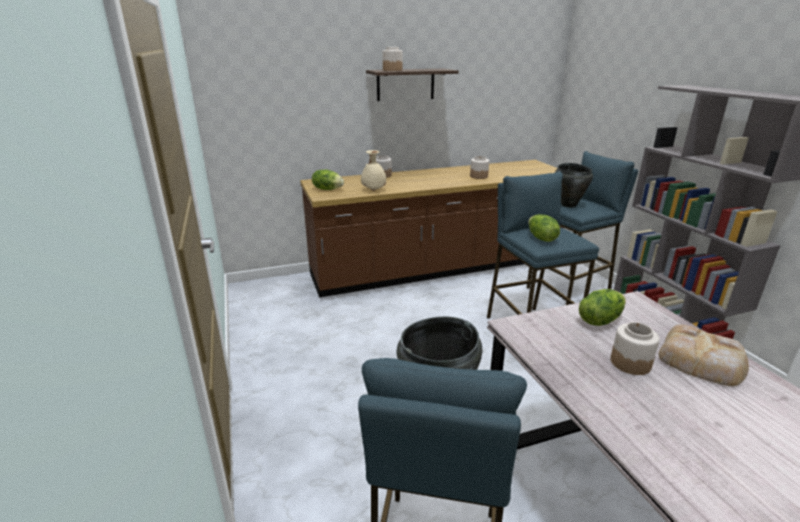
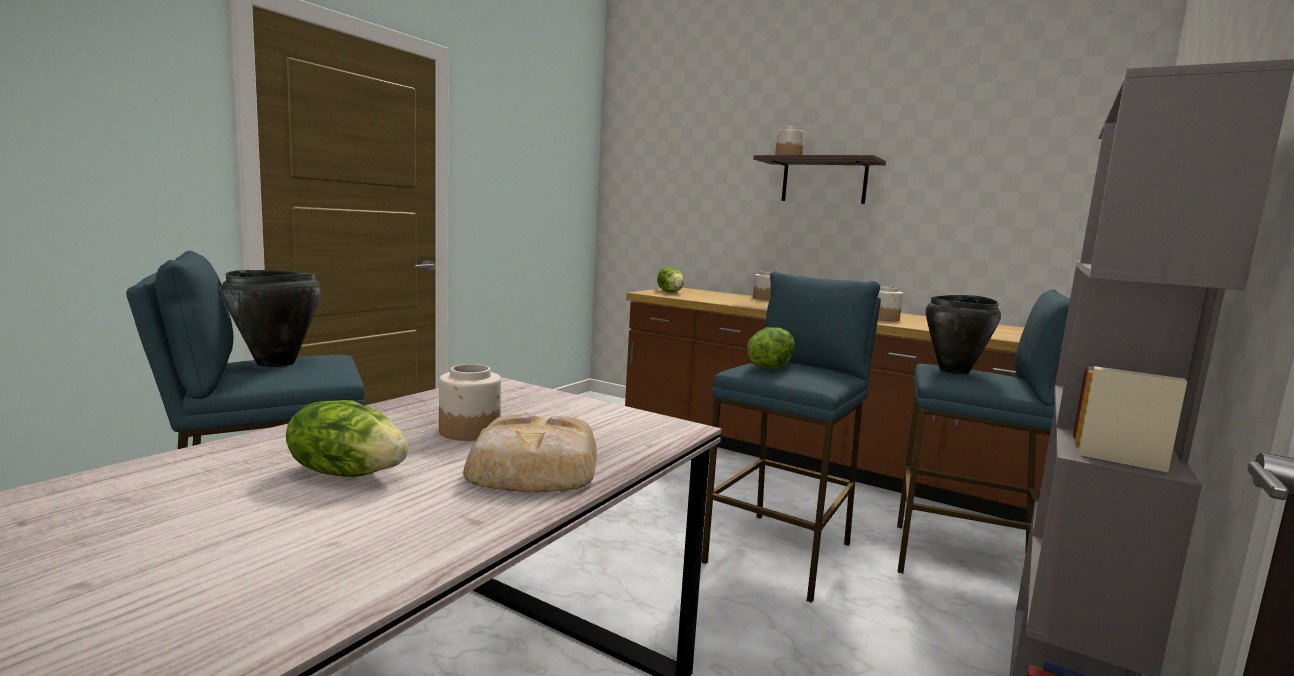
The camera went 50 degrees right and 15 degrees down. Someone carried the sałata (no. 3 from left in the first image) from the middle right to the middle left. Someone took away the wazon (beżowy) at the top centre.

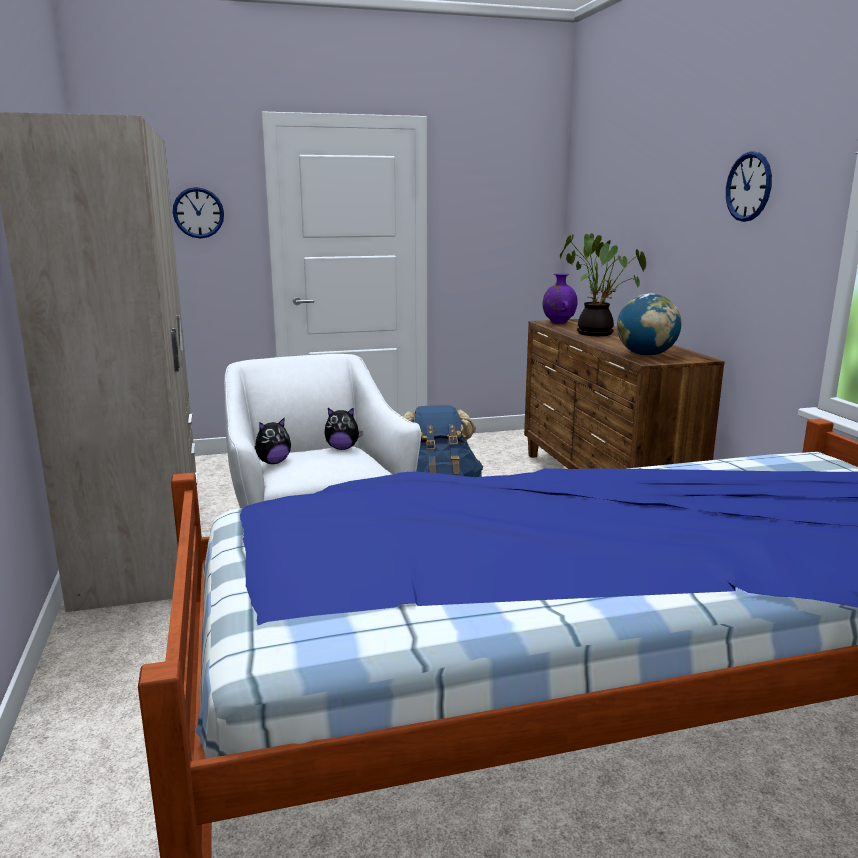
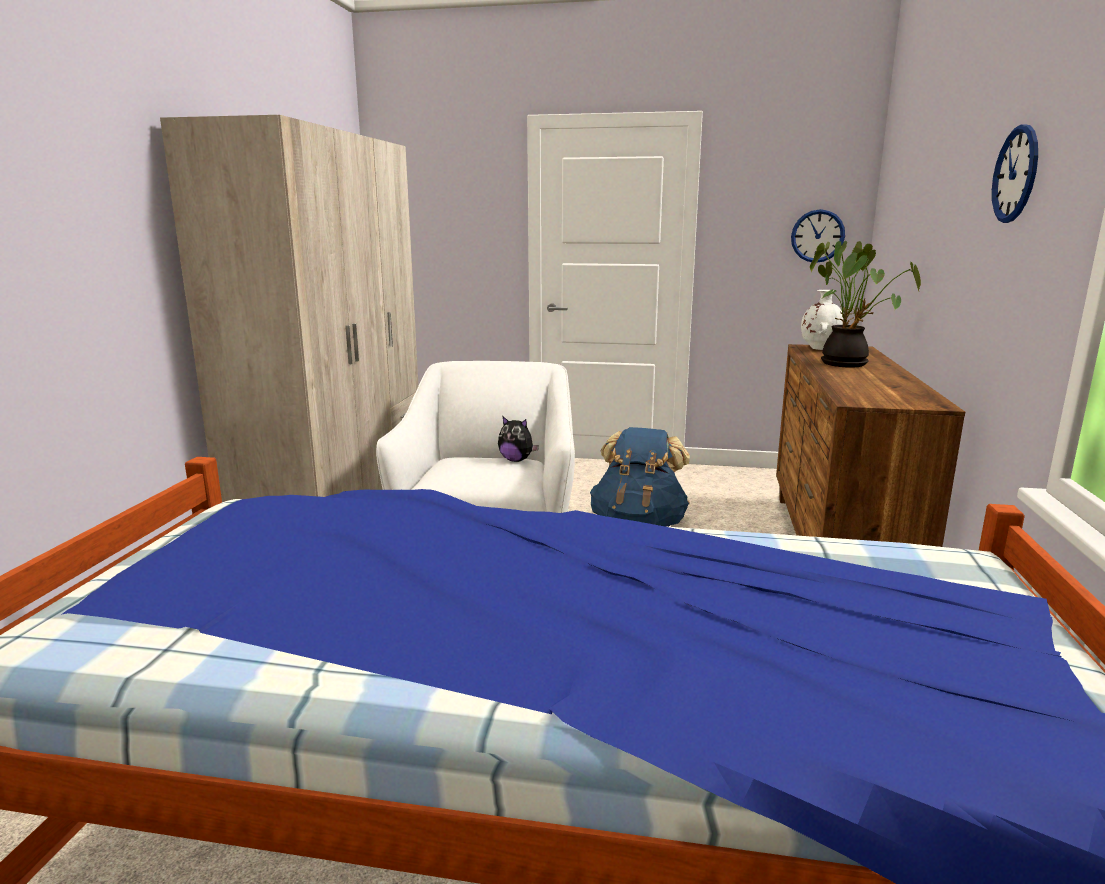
The camera went 25 degrees right and 0 degrees up. Someone carried the zegar ścienny (no. 1 from left) from the top left to the top right. Someone repainted the wazon (fioletowy) at the centre, which became the wazon (biały) at the middle right. Someone took away the pluszak (no. 1 from left) at the middle left. Someone took away the globus at the middle right.

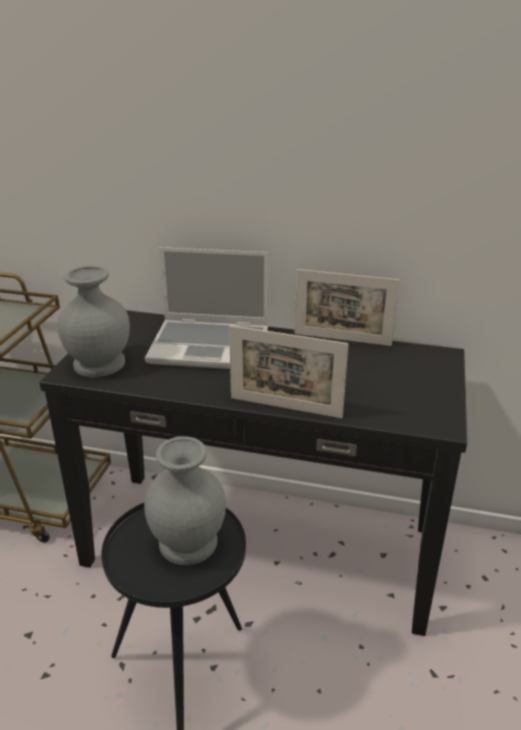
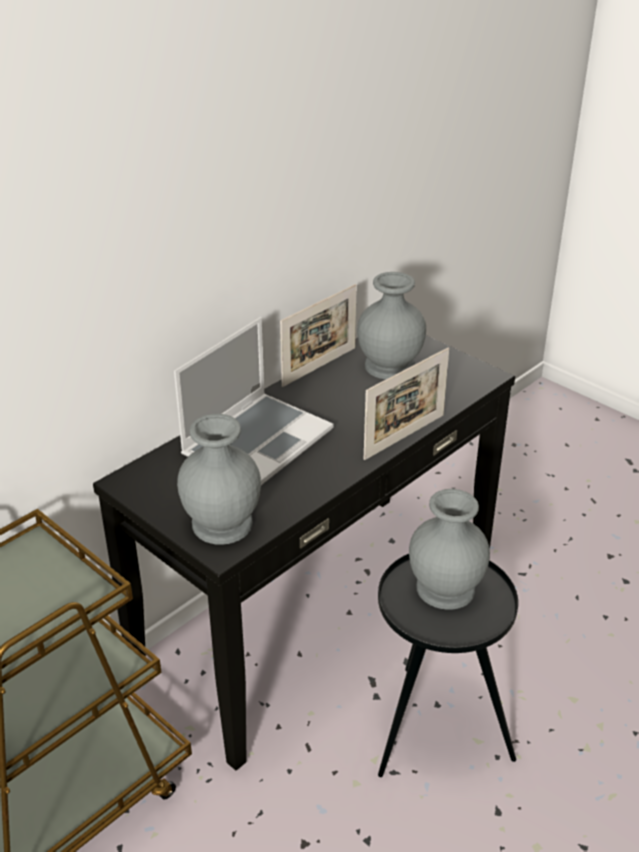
The camera went 60 degrees left and 5 degrees up. Someone put down the wazon (szary) (no. 2 from left) at the centre.

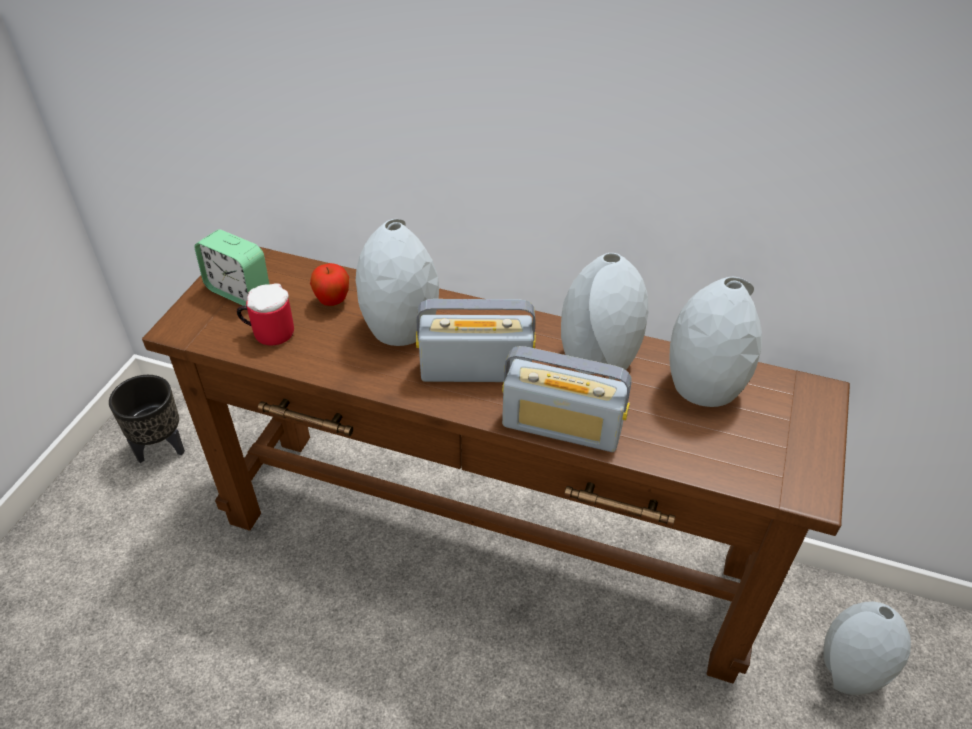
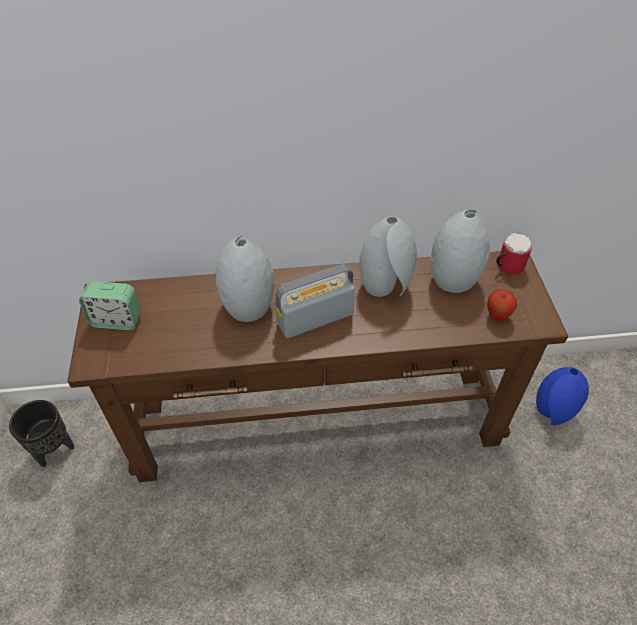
The camera went 25 degrees left and 5 degrees up. Someone carried the jabłko from the centre to the middle right. Someone carried the kubek from the middle left to the middle right. Someone repainted the wazon (szary) (no. 4 from left) at the bottom right, which became the wazon (niebieski) at the middle right. Someone took away the radio (no. 2 from left) at the centre.

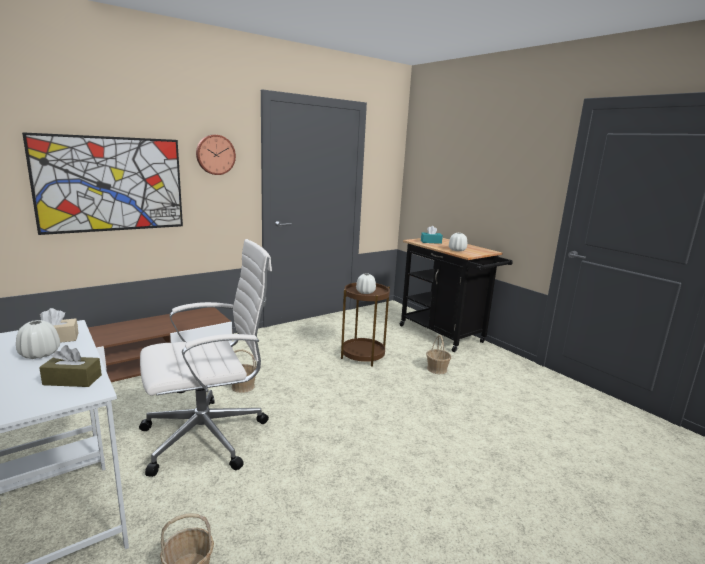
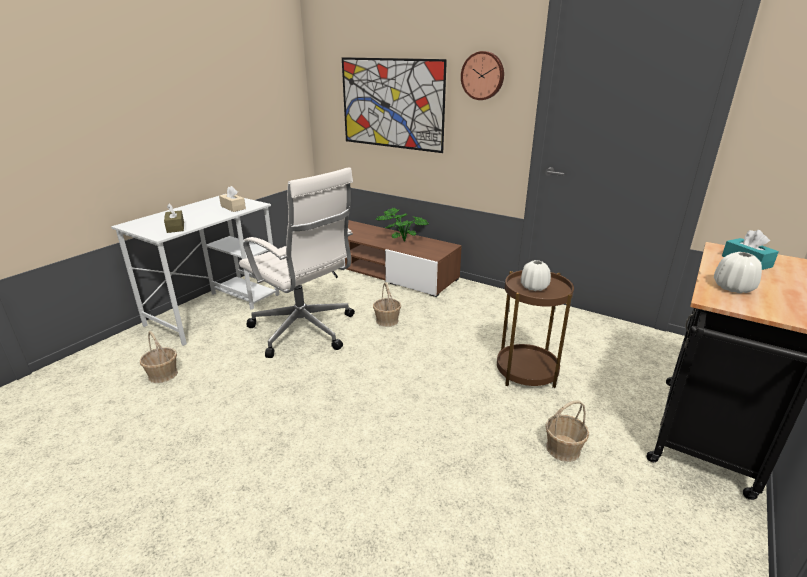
The camera went 70 degrees right and 10 degrees up. Someone put down the roślina doniczkowa at the centre. Someone took away the wazon (biały) (no. 1 from left) at the middle left.

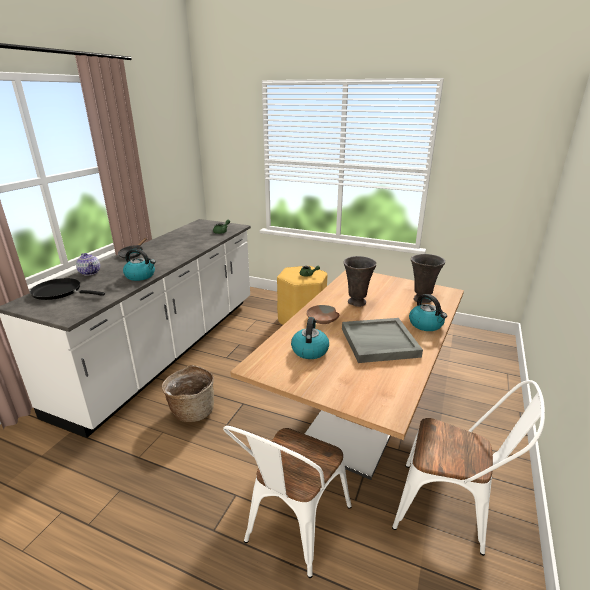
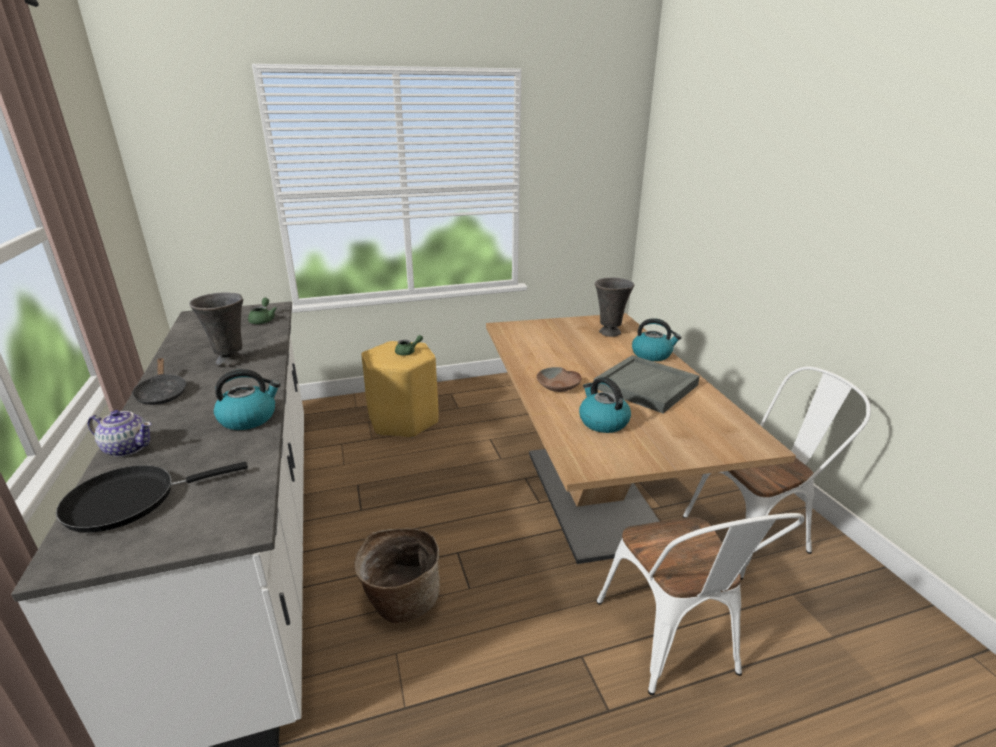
The camera went 40 degrees left and 0 degrees up. Someone carried the wazon (szary) (no. 1 from left) from the centre to the middle left.

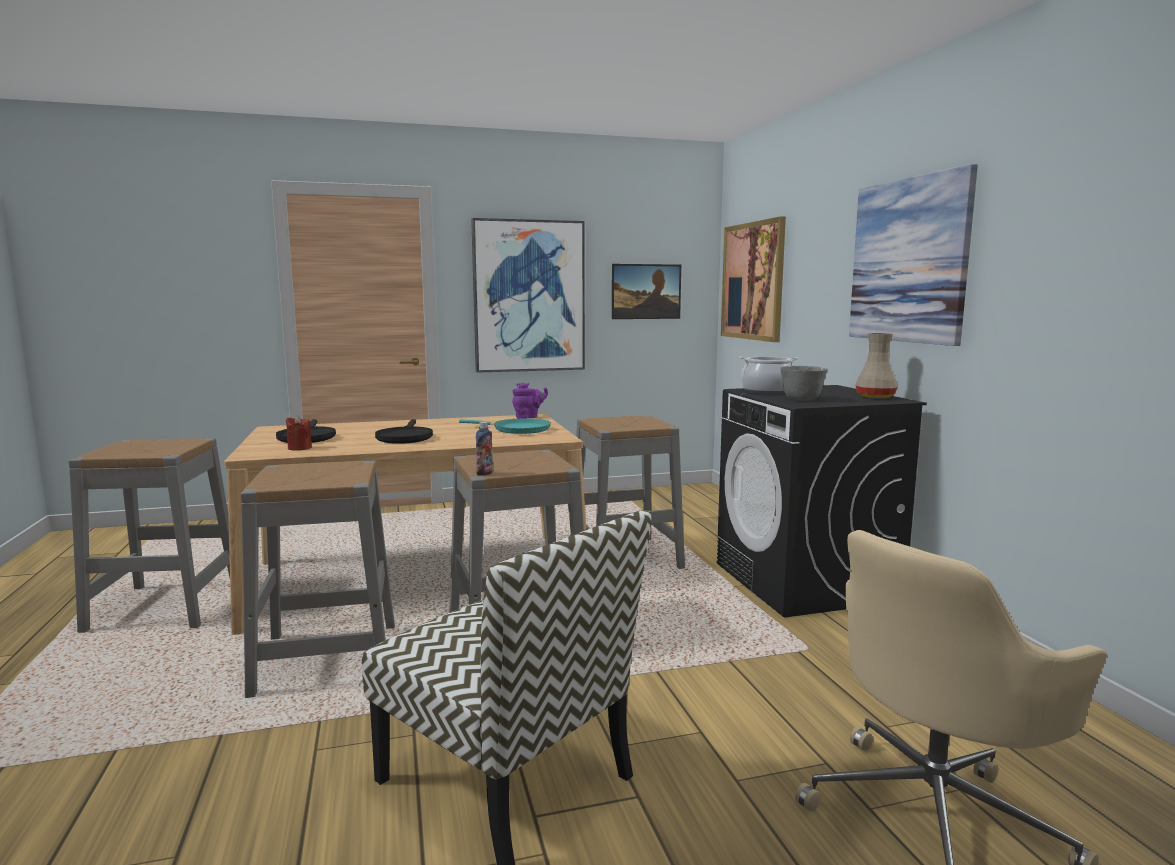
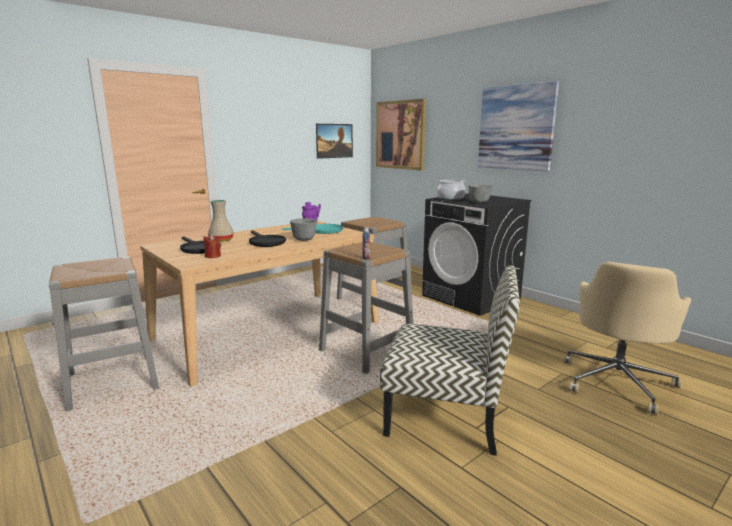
The camera went 25 degrees left and 5 degrees up. Someone carried the wazon (beżowy) from the middle right to the middle left. Someone put down the miska (szary) (no. 1 from left) at the centre. Someone took away the stołek (szary) (no. 2 from left) at the bottom left. Someone took away the obraz (no. 1 from left) at the centre.

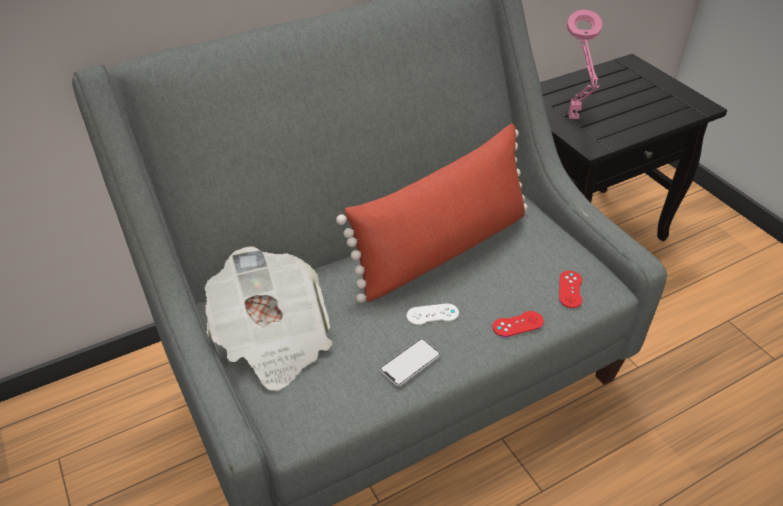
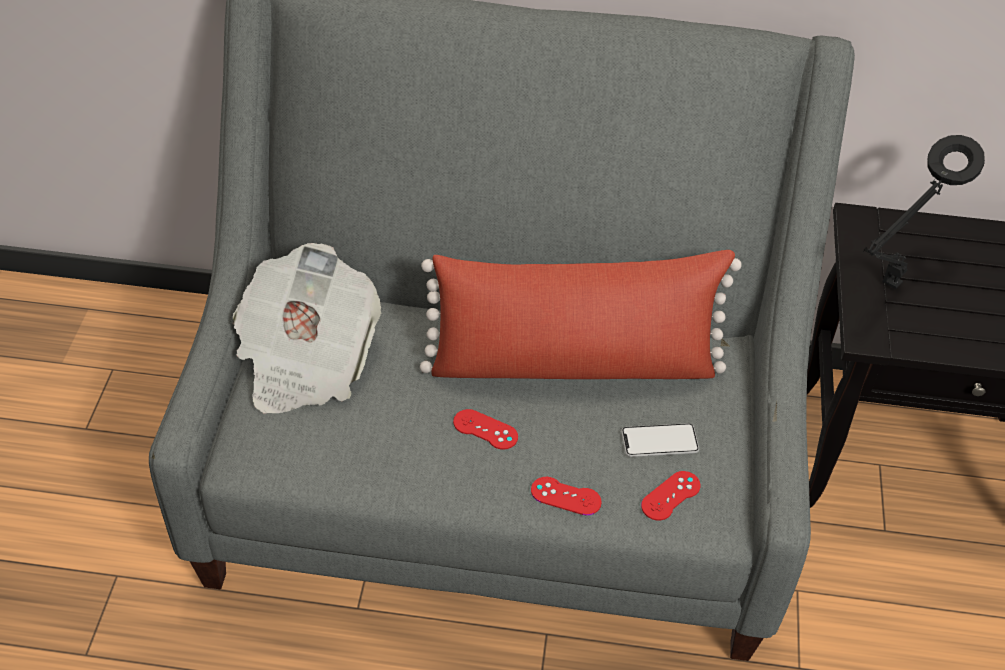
The camera went 35 degrees right and 5 degrees up. Someone repainted the pad do gier (biały) at the centre, which became the pad do gier (czerwony) (no. 1 from left) at the centre. Someone carried the telefon from the bottom centre to the centre. Someone repainted the lampa stołowa (różowy) at the top right, which became the lampa stołowa (czarny) at the top right.

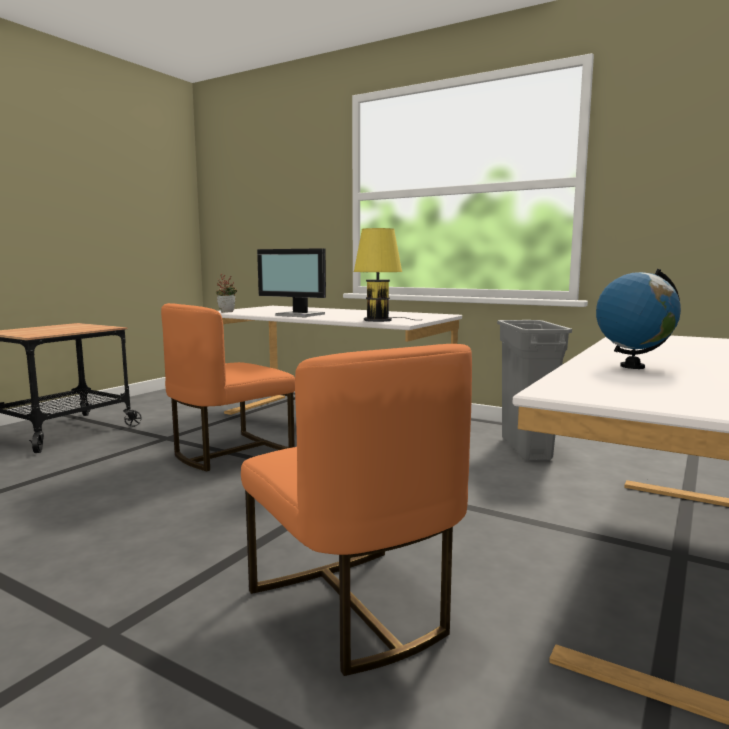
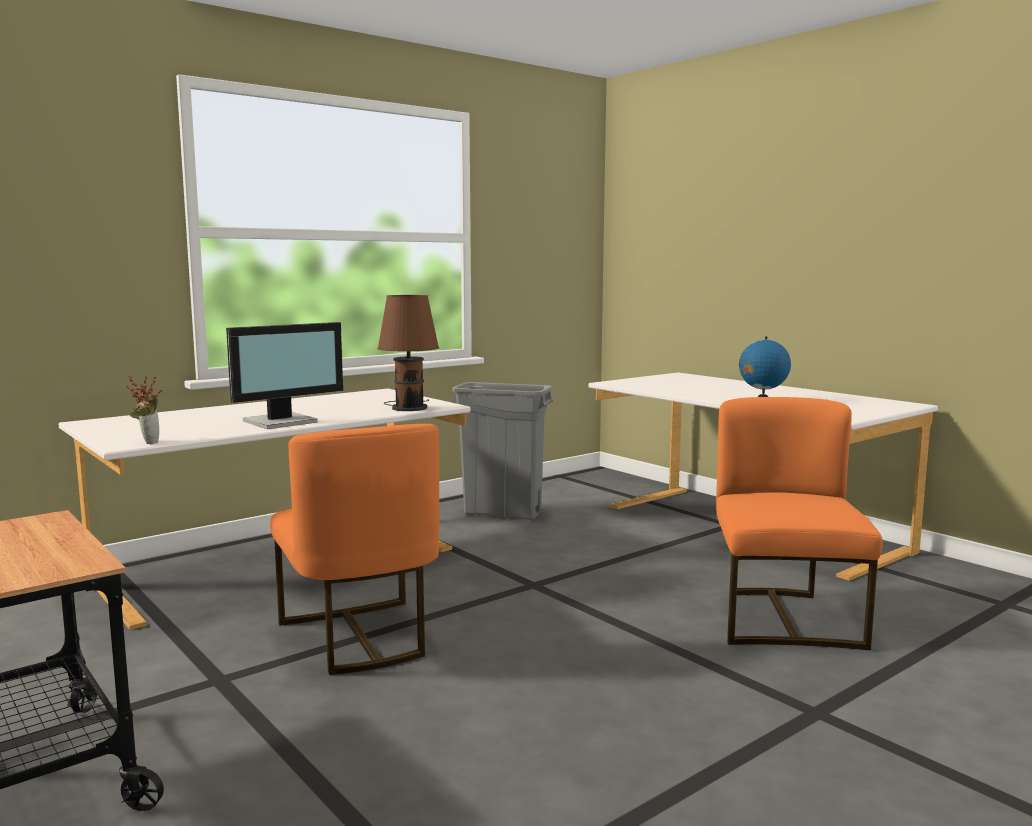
The camera went 70 degrees left and 0 degrees up. Someone repainted the lampa stołowa (żółty) at the centre, which became the lampa stołowa (brązowy) at the centre. Someone rotated the krzesło (pomarańczowy) (no. 2 from left) at the bottom centre by 75 degrees counterclockwise.

